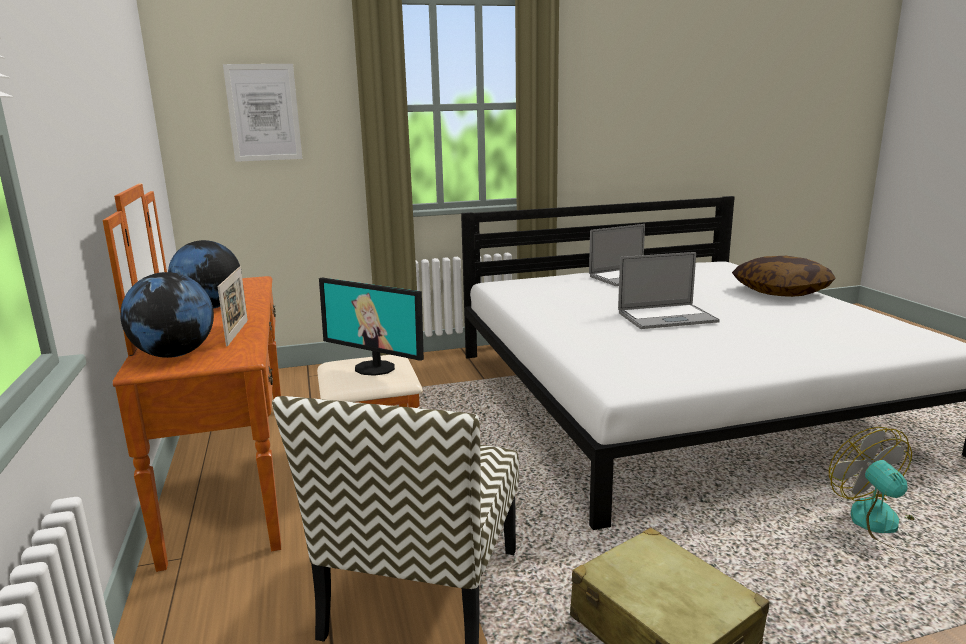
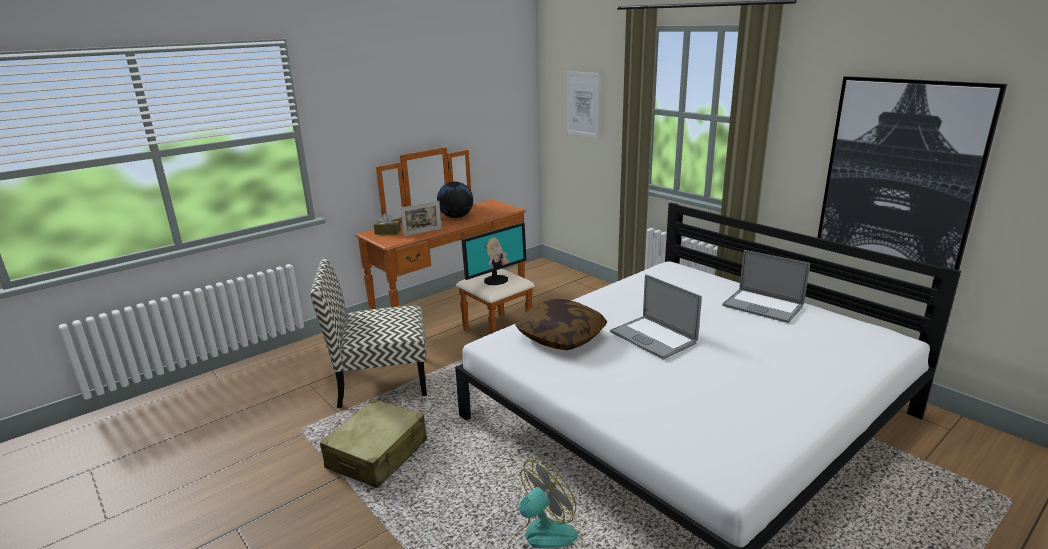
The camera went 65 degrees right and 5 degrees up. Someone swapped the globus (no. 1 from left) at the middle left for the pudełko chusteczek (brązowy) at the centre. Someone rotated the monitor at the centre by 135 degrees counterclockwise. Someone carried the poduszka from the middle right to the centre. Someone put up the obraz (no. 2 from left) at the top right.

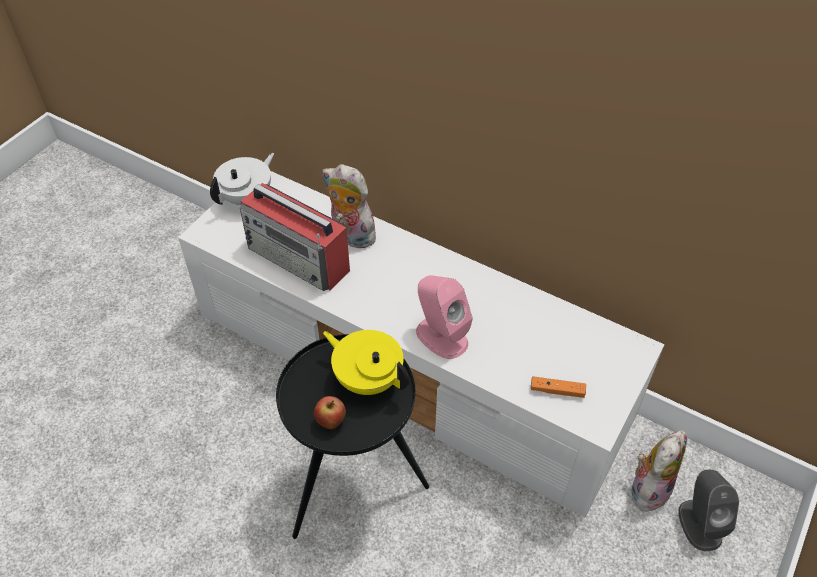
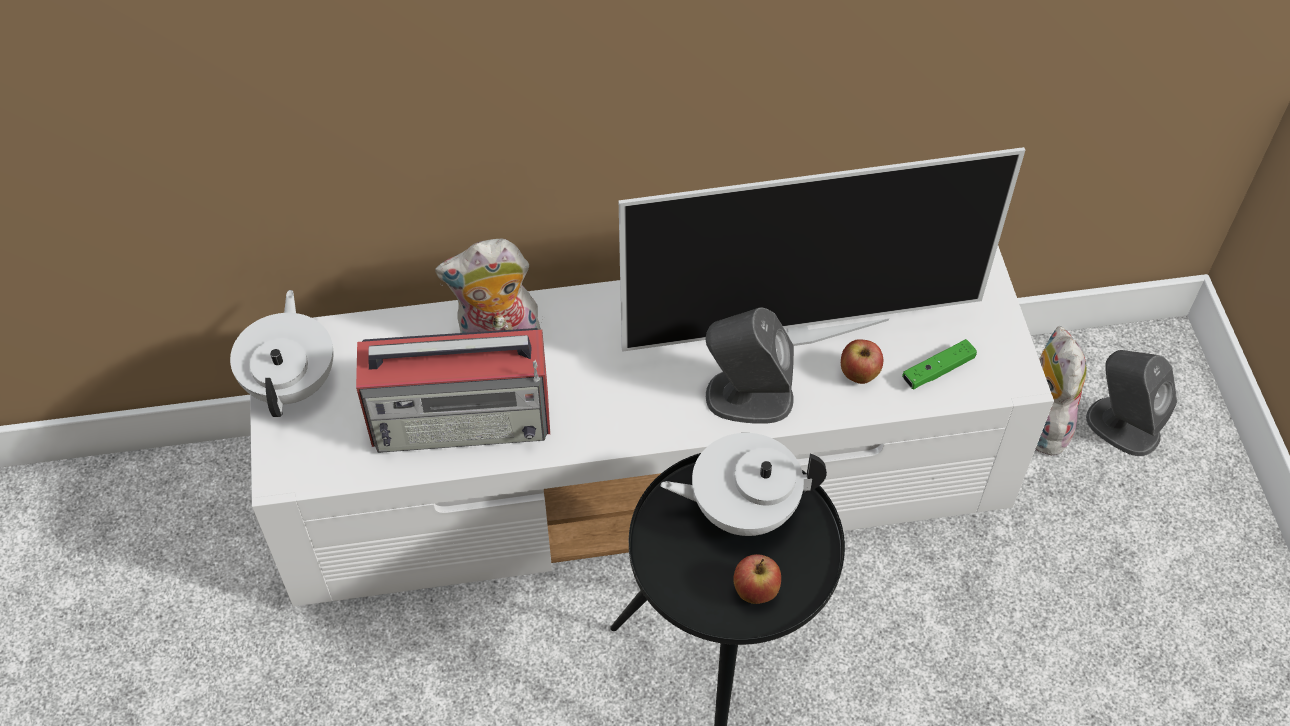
The camera went 40 degrees left and 5 degrees up. Someone put down the telewizor at the centre. Someone repainted the imbryk (żółty) at the centre, which became the imbryk (biały) (no. 2 from left) at the bottom centre. Someone repainted the głośnik (różowy) at the centre, which became the głośnik (szary) (no. 1 from left) at the centre. Someone put down the jabłko (no. 2 from left) at the middle right. Someone repainted the pad do gier (pomarańczowy) at the bottom right, which became the pad do gier (zielony) at the middle right.

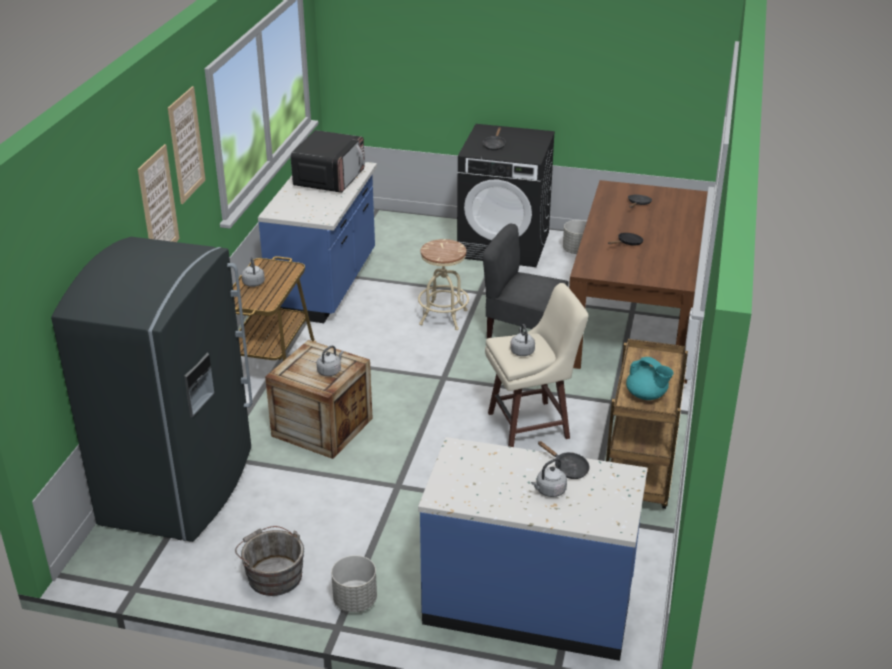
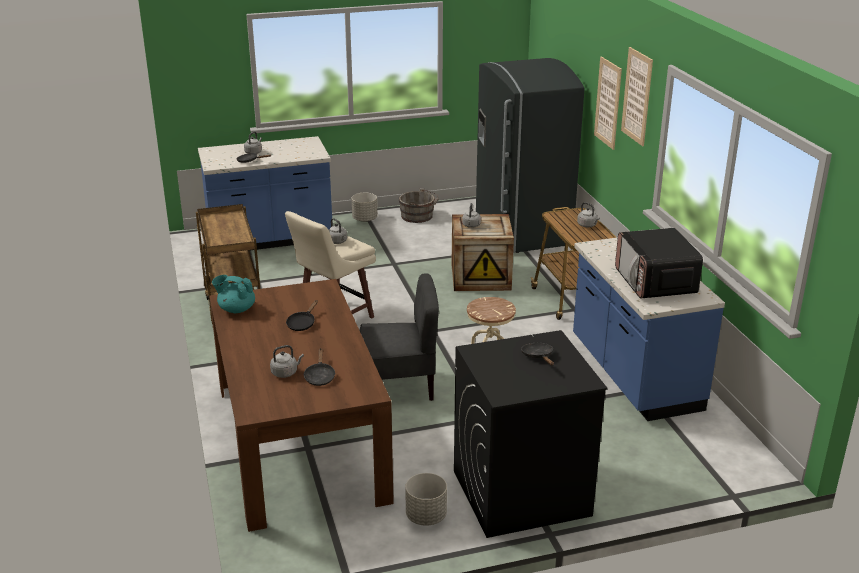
The camera went 150 degrees right and 5 degrees down. Someone carried the imbryk (turkusowy) from the middle right to the middle left. Someone put down the czajnik (szary) (no. 2 from left) at the centre.

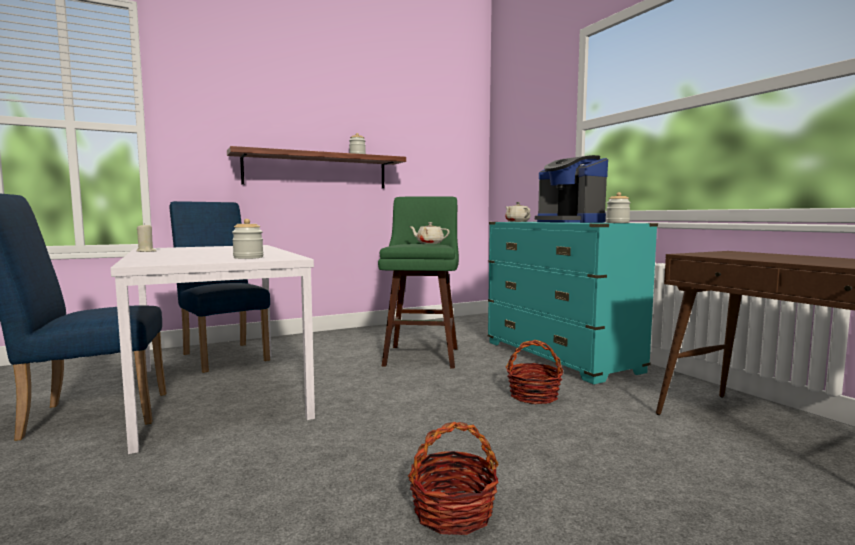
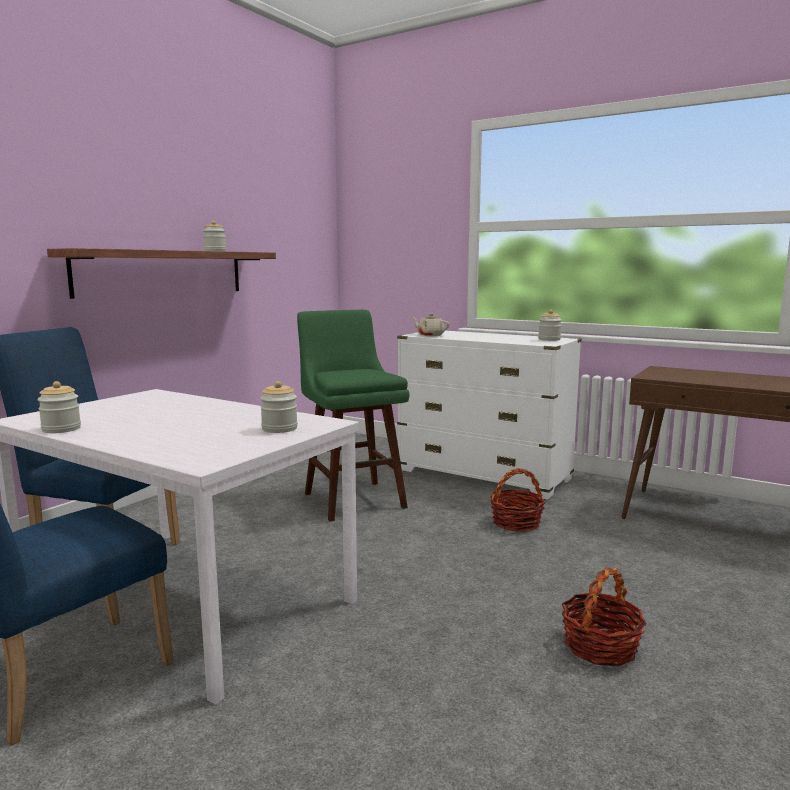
The camera went 30 degrees left and 5 degrees up. Someone swapped the świeca (beżowy) at the middle left for the słoik (no. 1 from left) at the middle left. Someone repainted the komoda (turkusowy) at the middle right, which became the komoda (biały) at the centre. Someone took away the imbryk (beżowy) (no. 1 from left) at the centre. Someone took away the ekspres do kawy at the middle right.

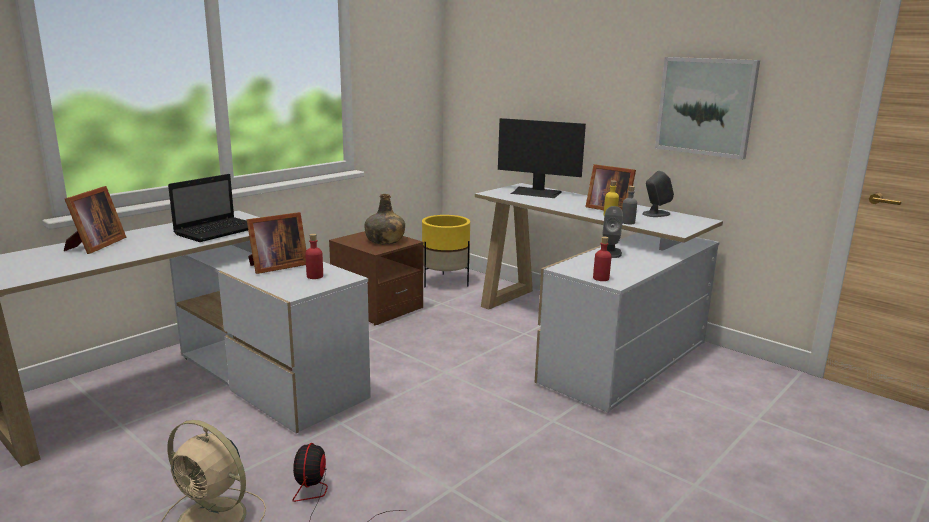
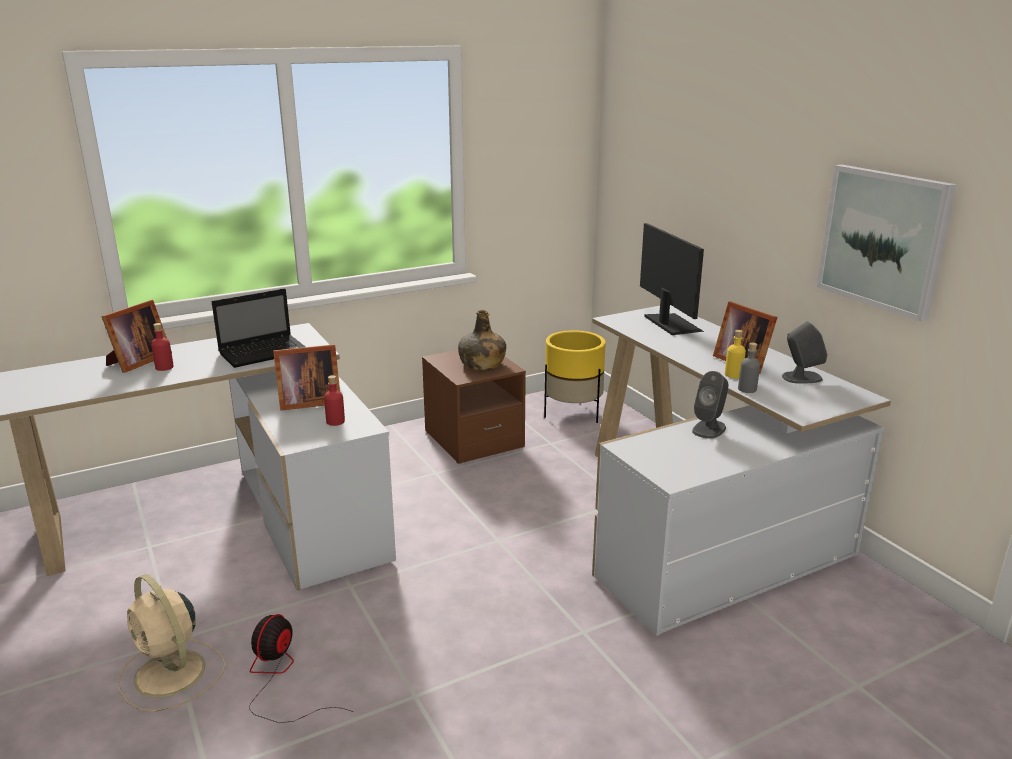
The camera went 20 degrees right and 5 degrees up. Someone carried the butelka (czerwony) (no. 2 from left in the first image) from the centre to the middle left. Someone rotated the monitor at the top centre by 150 degrees counterclockwise.

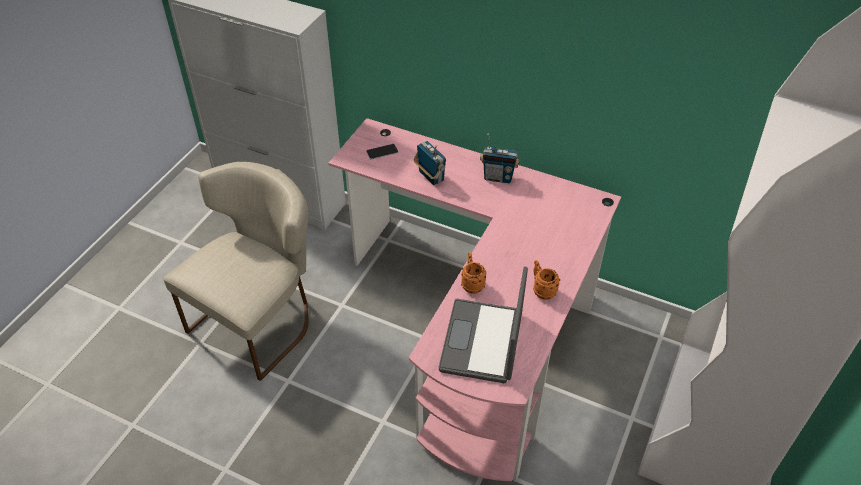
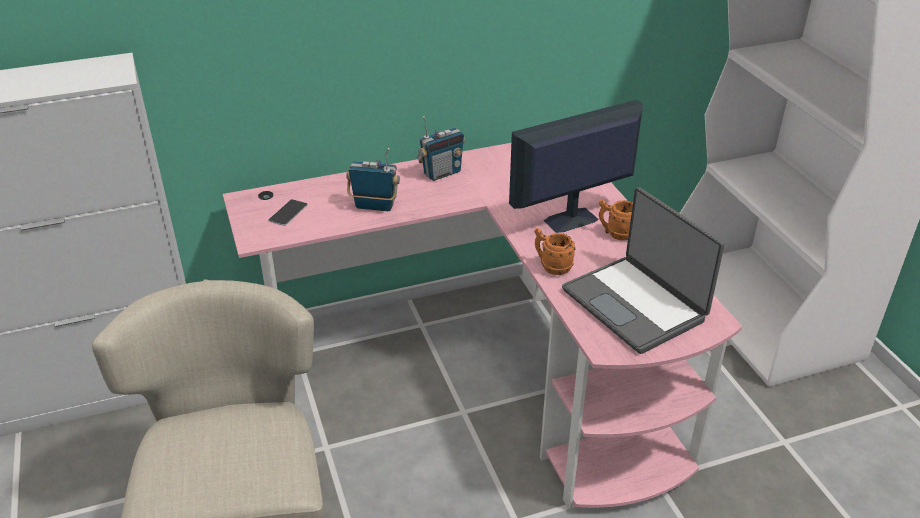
The camera went 45 degrees left and 10 degrees down. Someone put down the monitor at the top centre.

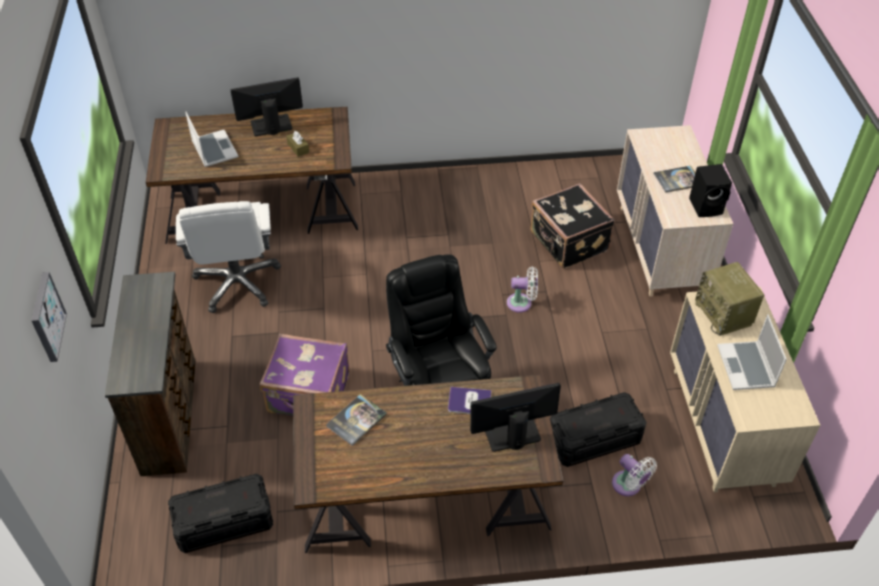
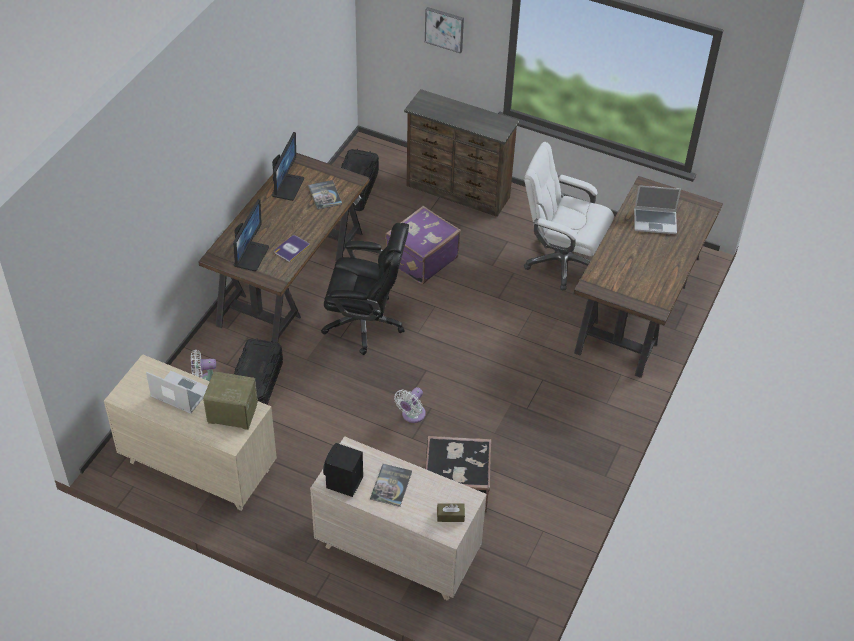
The camera went 120 degrees right and 0 degrees up. Someone carried the monitor (no. 1 from left in the first image) from the top left to the top centre. Someone carried the pudełko chusteczek (brązowy) from the top centre to the bottom centre.

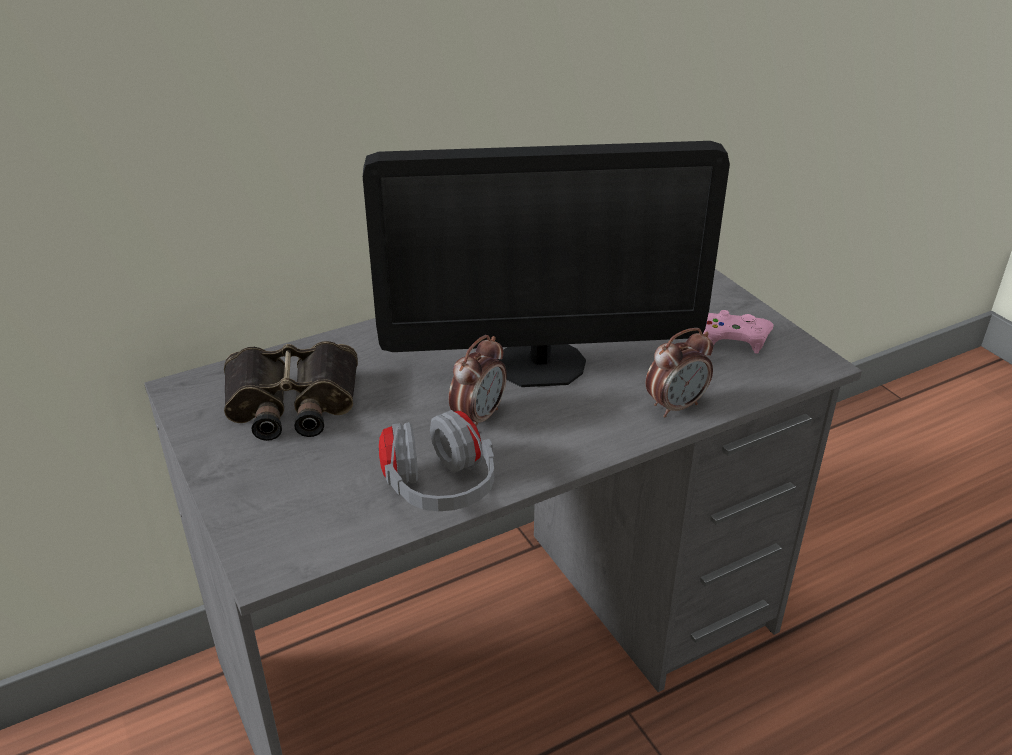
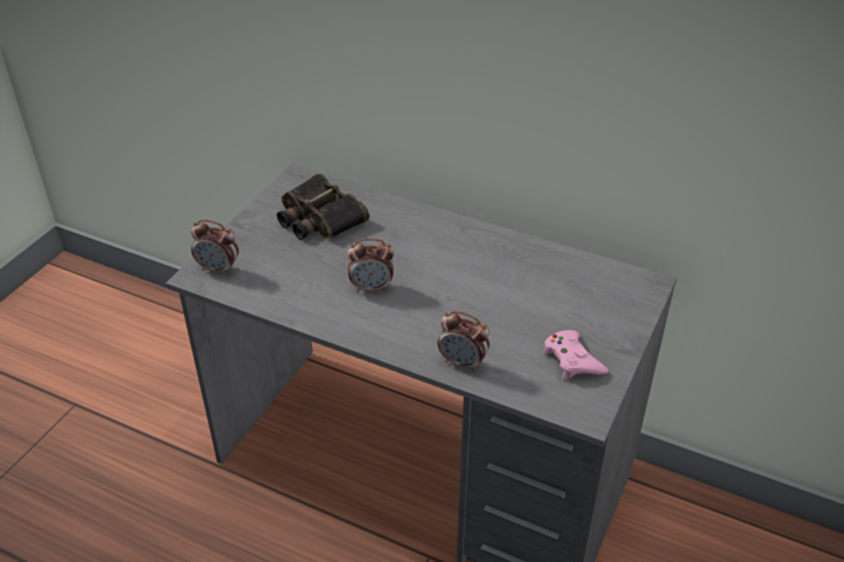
The camera went 55 degrees right and 5 degrees up. Someone put down the budzik (no. 1 from left) at the middle left. Someone took away the monitor at the centre. Someone took away the słuchawki (szary) at the centre.

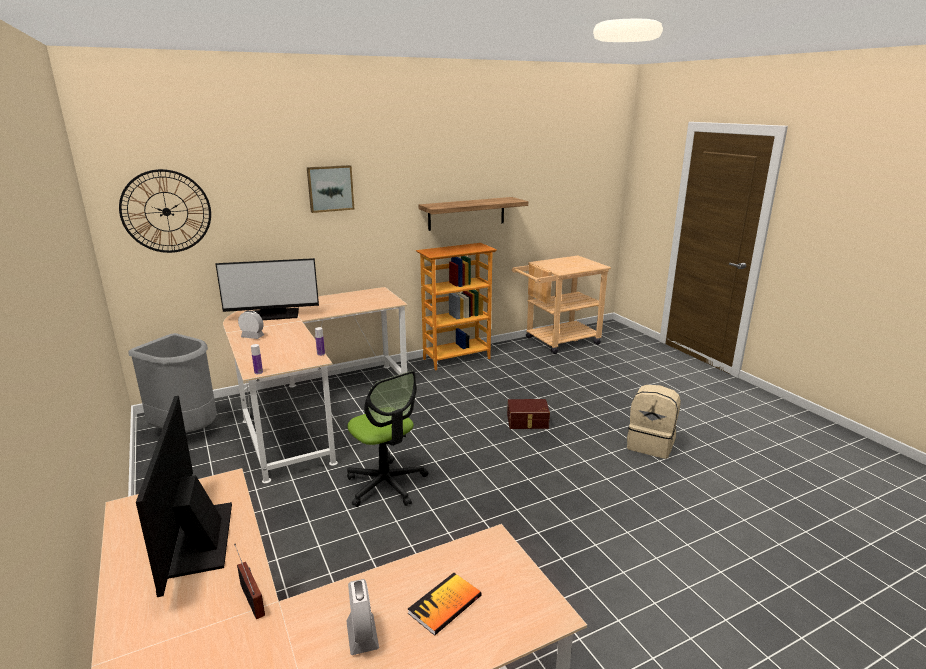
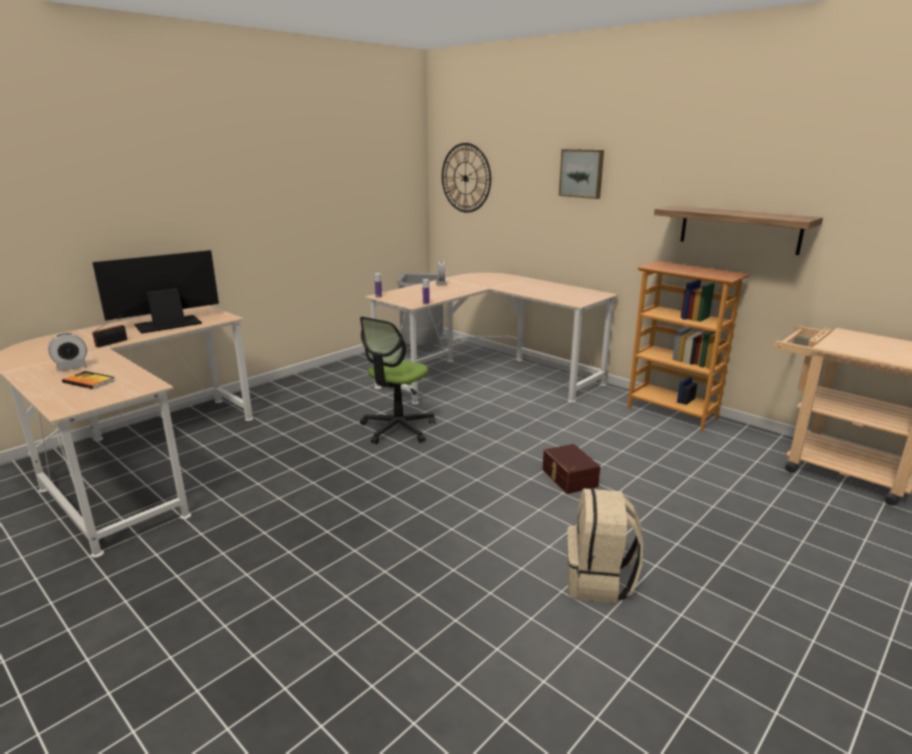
The camera went 70 degrees right and 0 degrees up. Someone took away the monitor (no. 2 from left) at the middle left.

